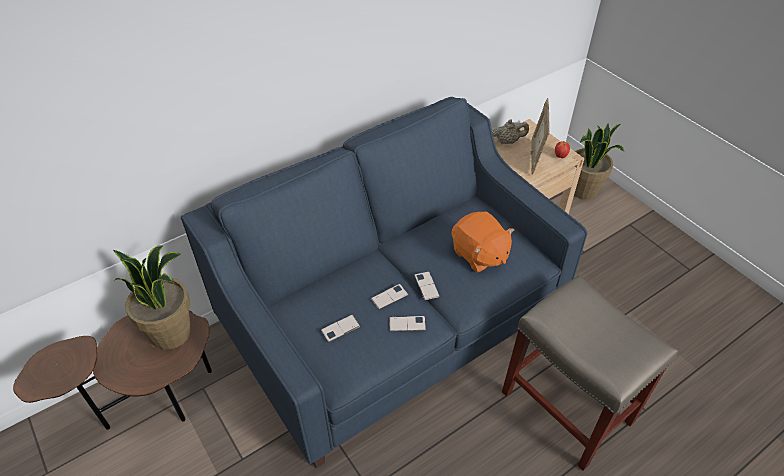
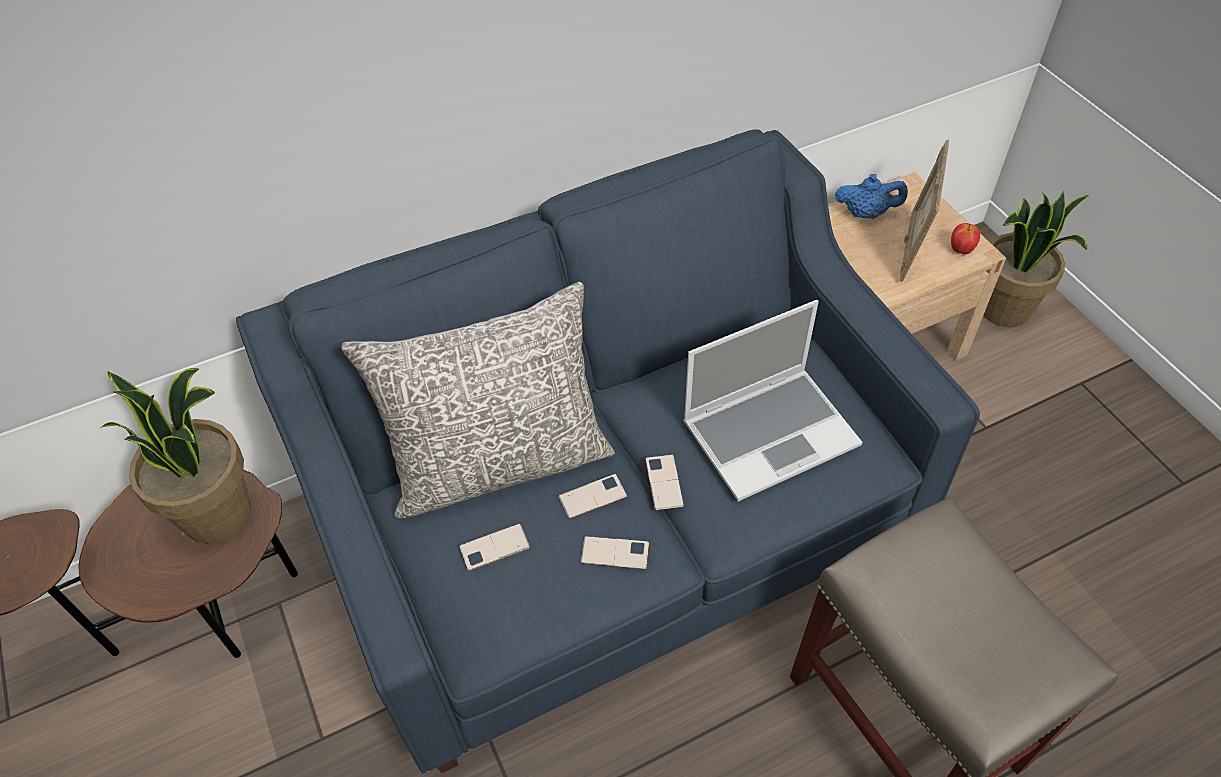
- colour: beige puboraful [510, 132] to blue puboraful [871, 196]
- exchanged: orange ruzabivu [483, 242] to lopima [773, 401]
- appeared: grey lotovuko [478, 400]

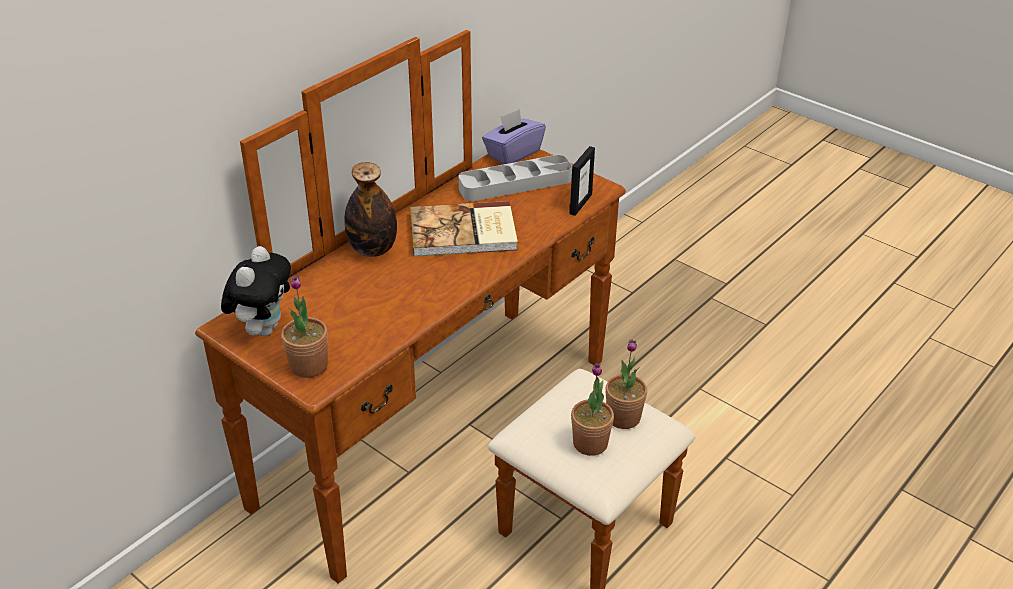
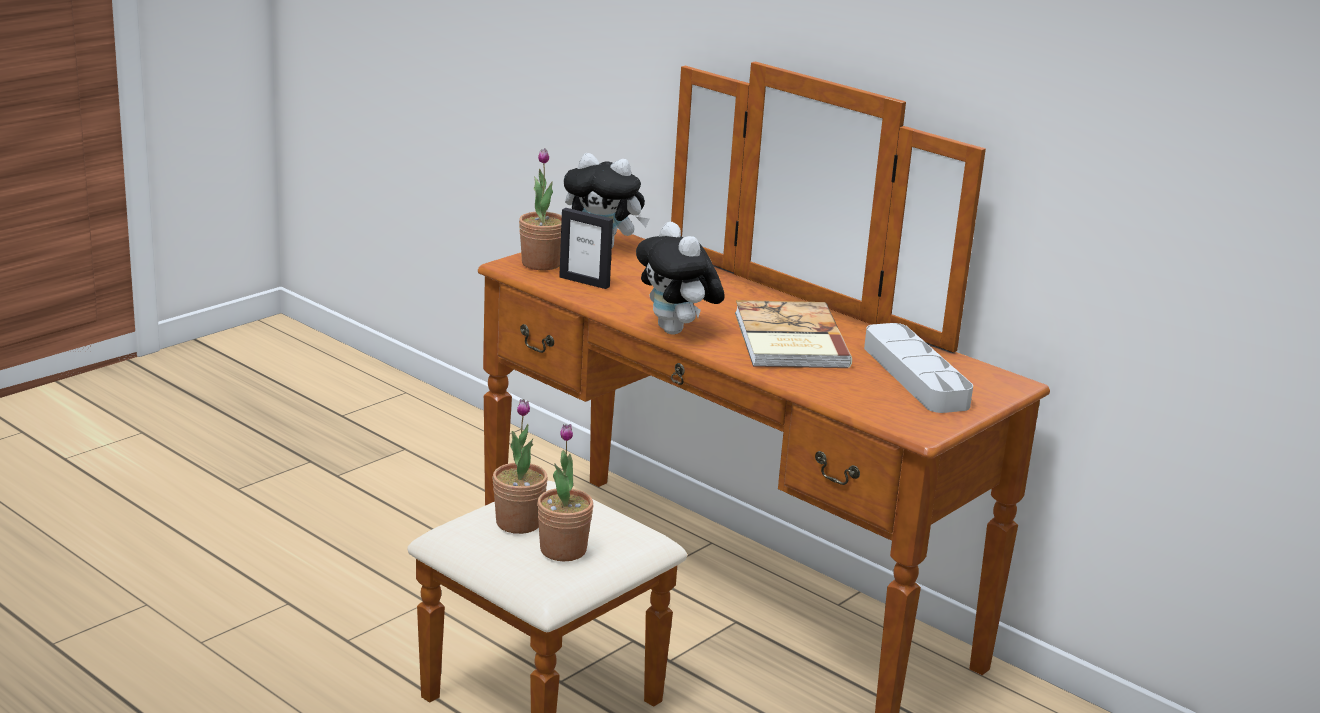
- missing: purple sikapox [514, 136]
- relocated: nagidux [582, 181] to [586, 248]
- missing: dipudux [370, 209]
- appeared: ruzabivu [680, 278]

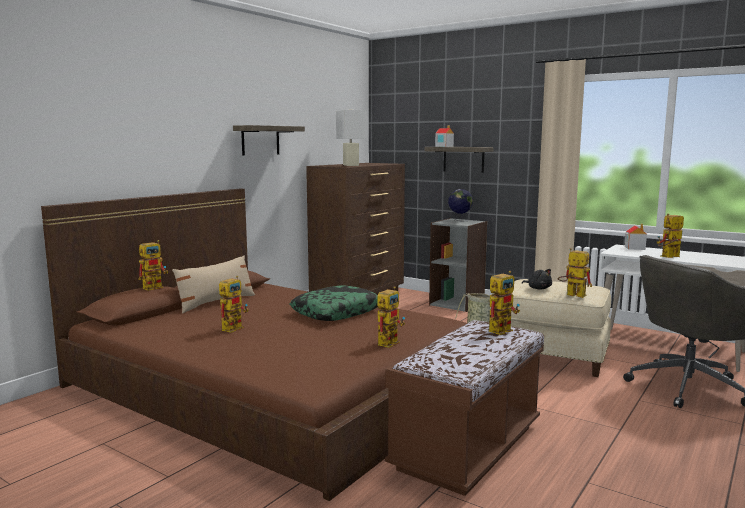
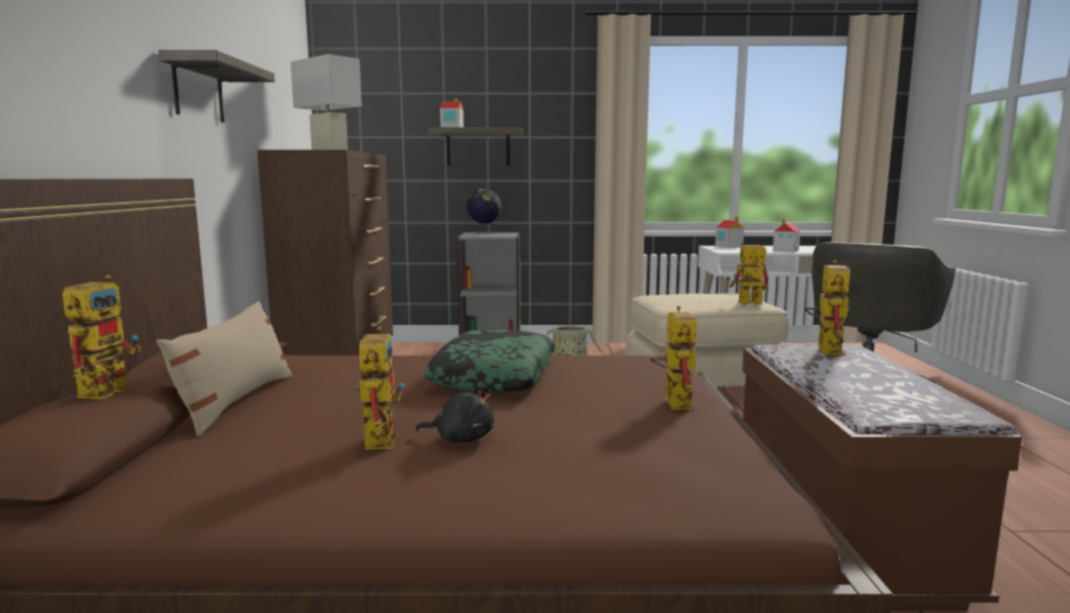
- exchanged: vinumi [670, 236] to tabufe [786, 235]
- relocated: black ruzabivu [537, 279] to [455, 414]

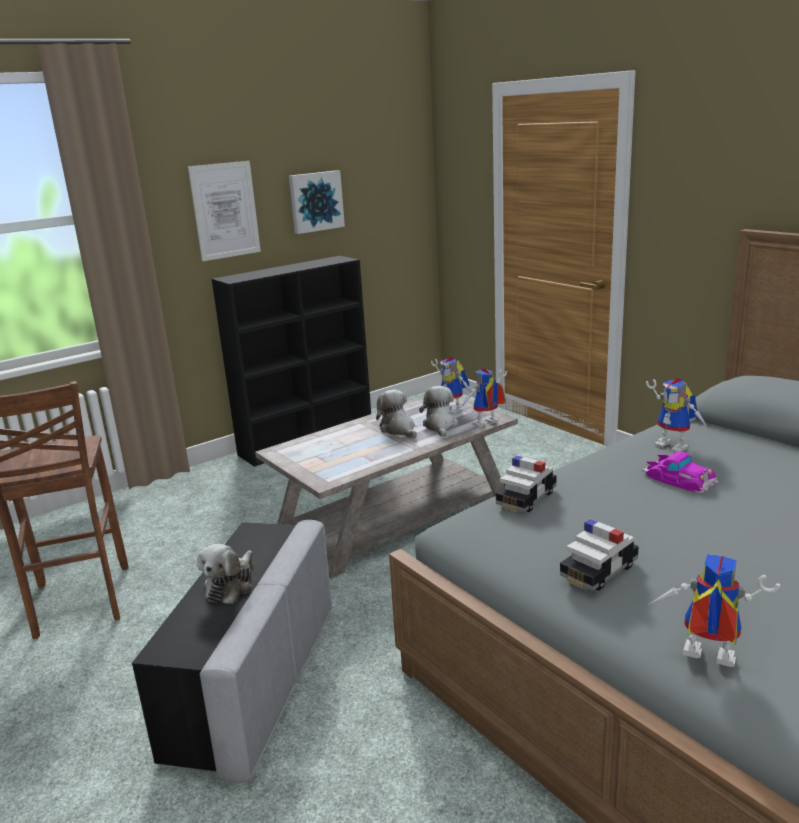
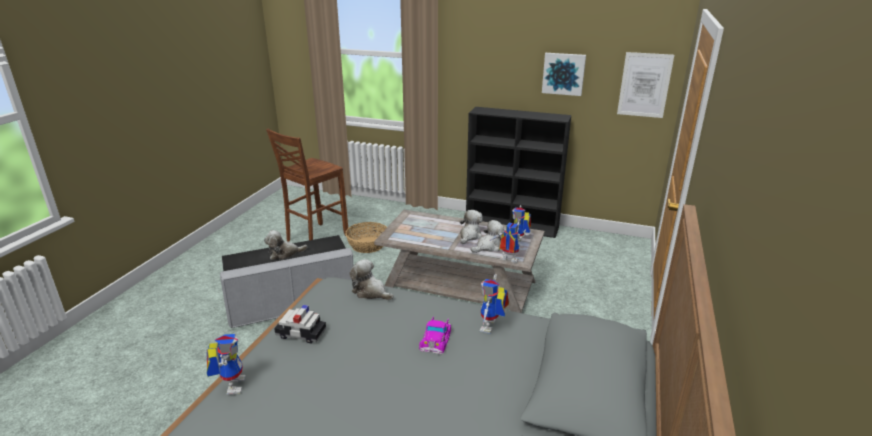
- relocated: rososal [224, 211] to [645, 85]
- exchanged: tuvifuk [526, 483] to ruzabivu [371, 279]
- appeared: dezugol [366, 237]

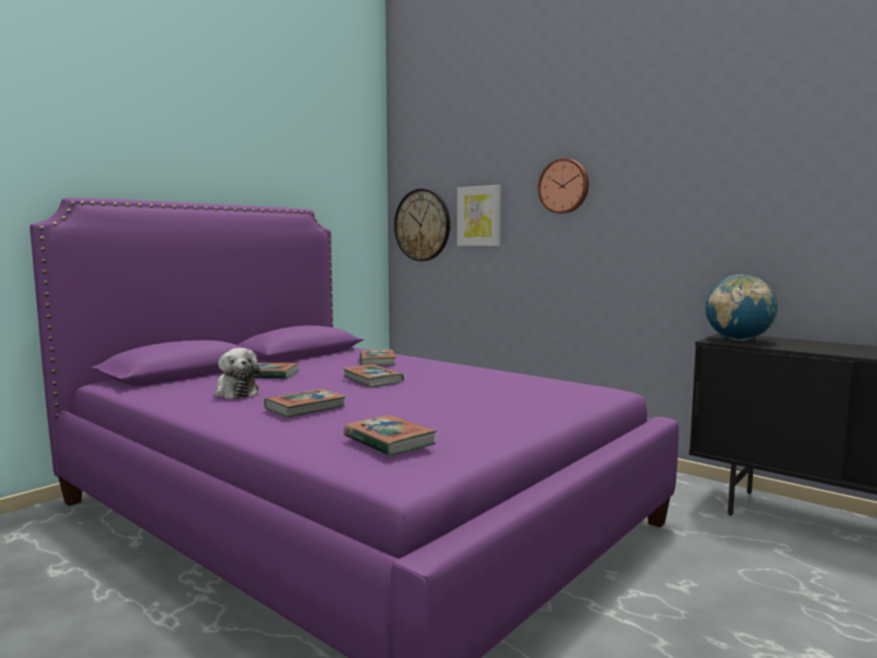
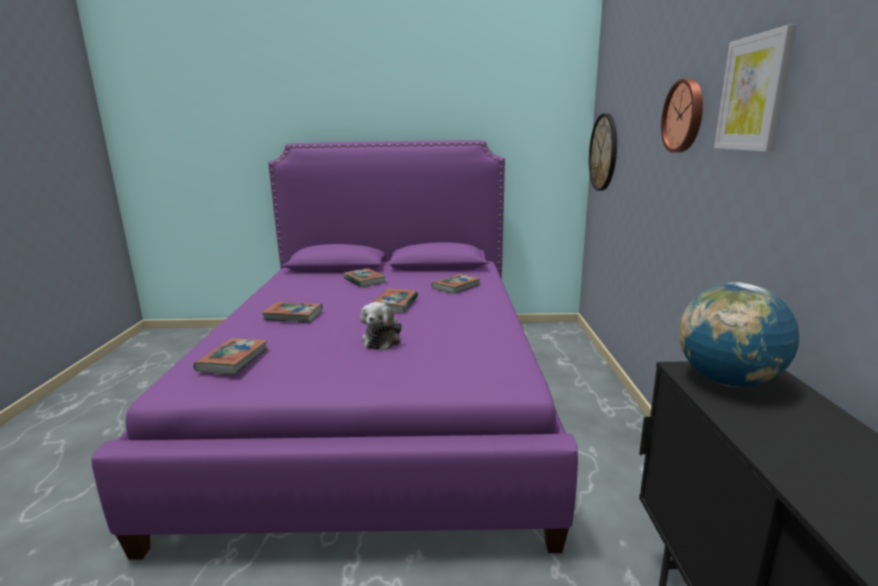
- relocated: rososal [479, 215] to [755, 88]
- relocated: ruzabivu [238, 373] to [381, 326]

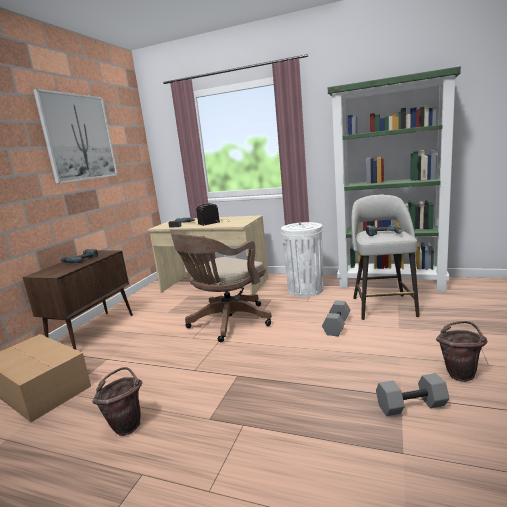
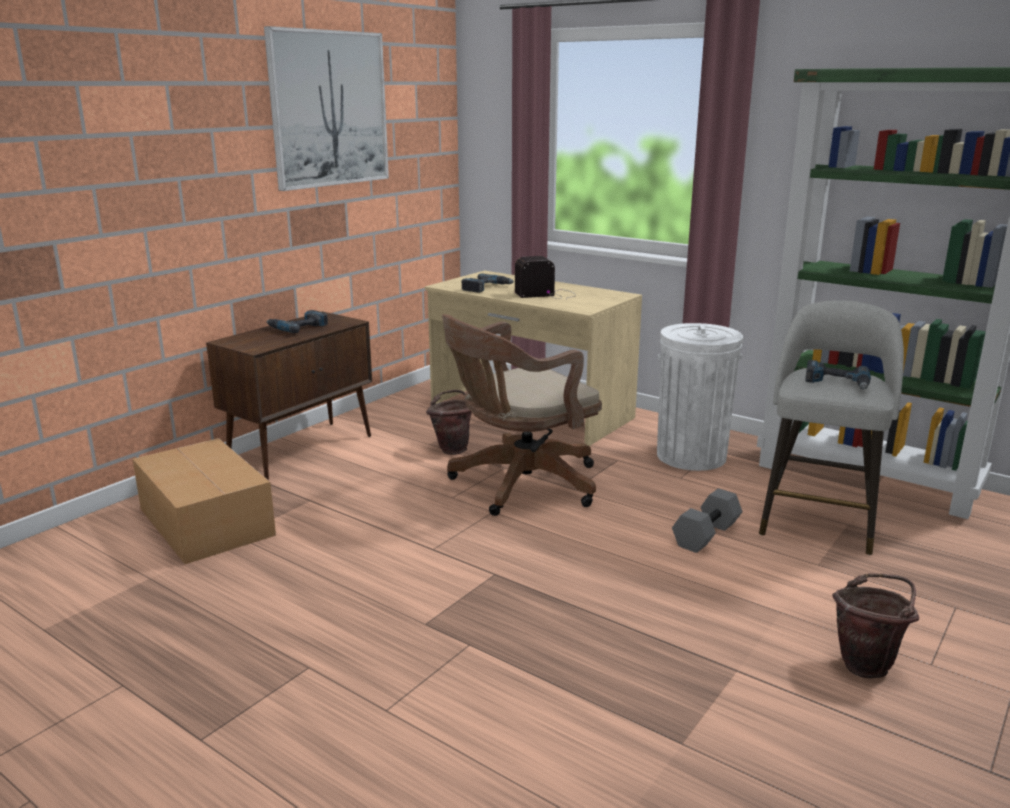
- relocated: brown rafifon [117, 401] to [449, 422]
- missing: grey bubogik [413, 394]

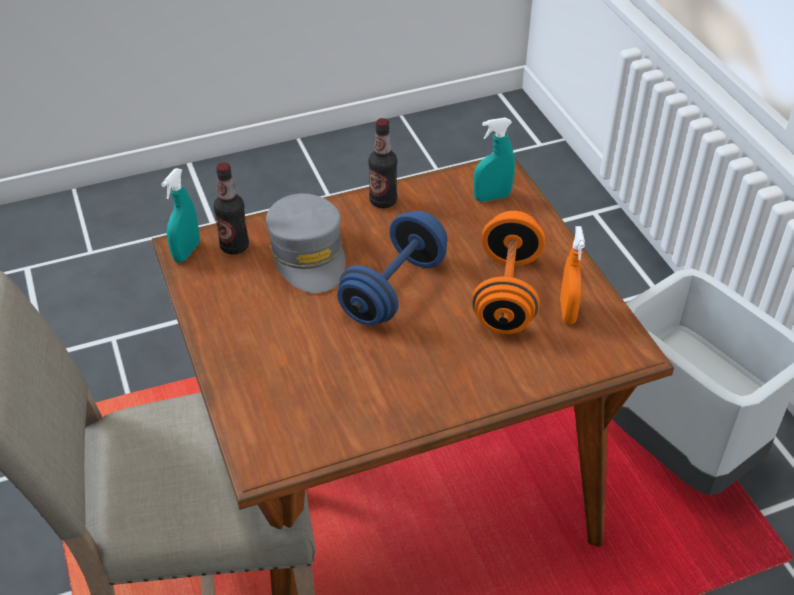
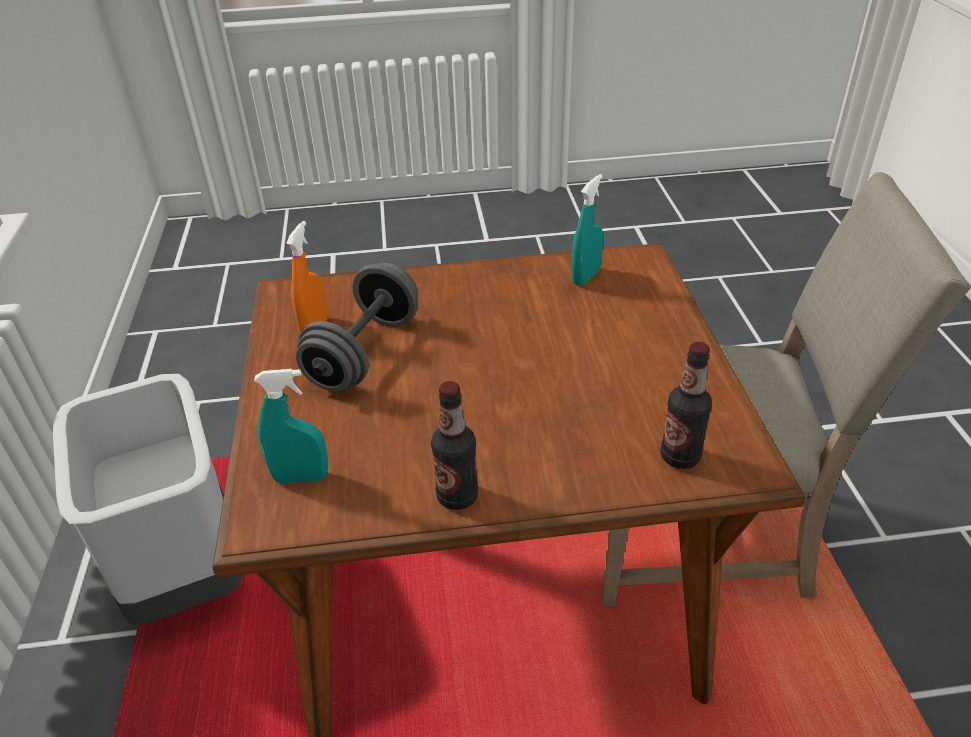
- relocated: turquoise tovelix [180, 215] to [587, 230]
- missing: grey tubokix [306, 243]
- missing: blue bubogik [392, 268]
- colour: orange bubogik [508, 272] to grey bubogik [357, 327]

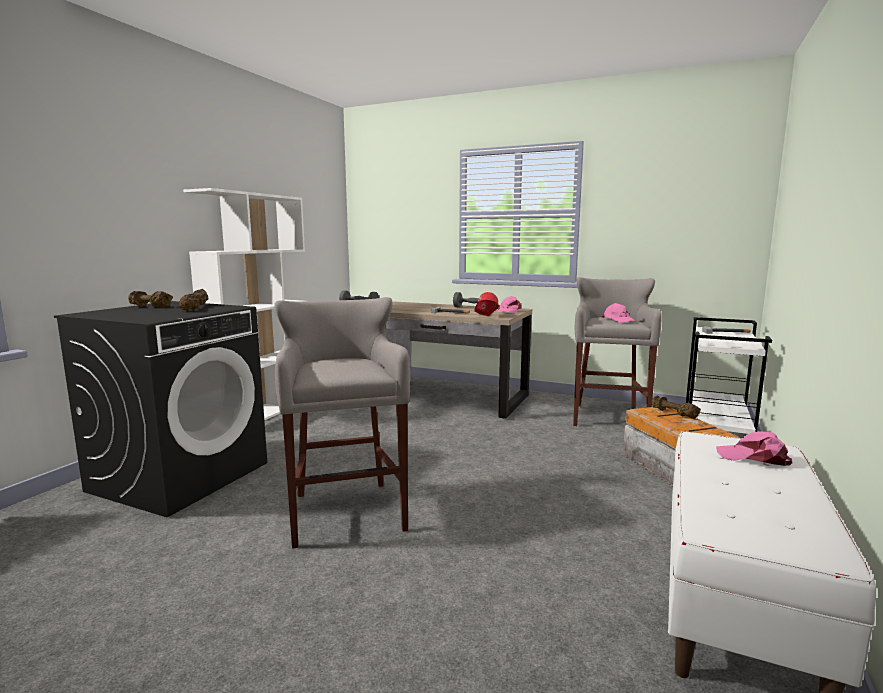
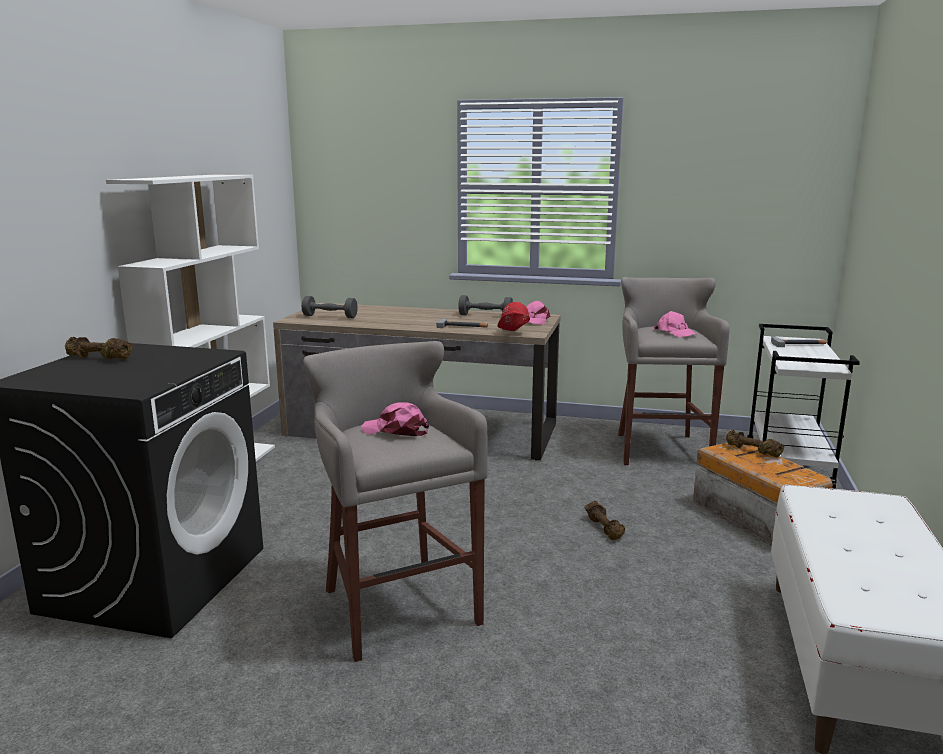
- relocated: brown bubogik [193, 299] to [604, 520]
- relocated: pink tubokix [754, 448] to [395, 419]

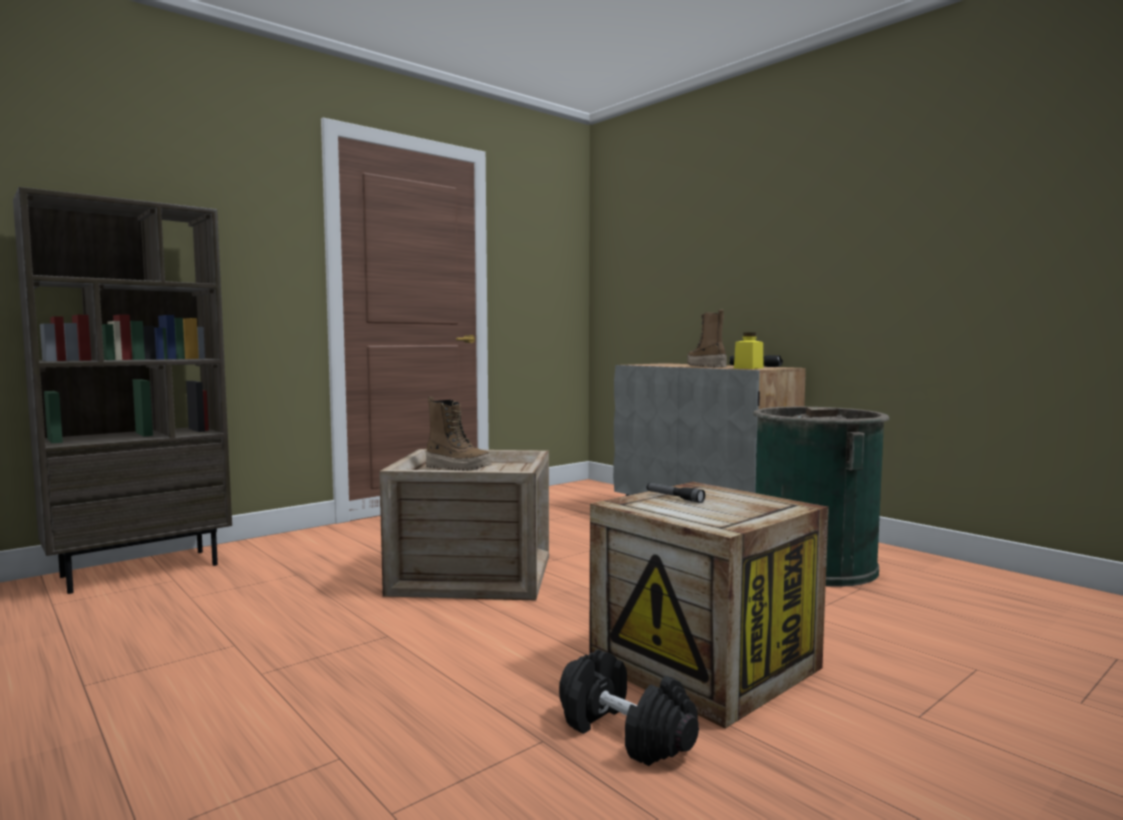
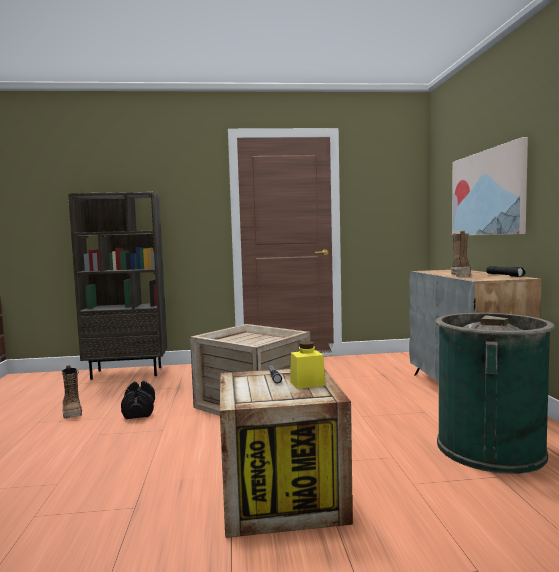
- relocated: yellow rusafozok [749, 350] to [308, 365]
- relocated: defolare [458, 434] to [72, 392]
- relocated: black bubogik [629, 707] to [138, 400]
- appeared: rososal [490, 186]

